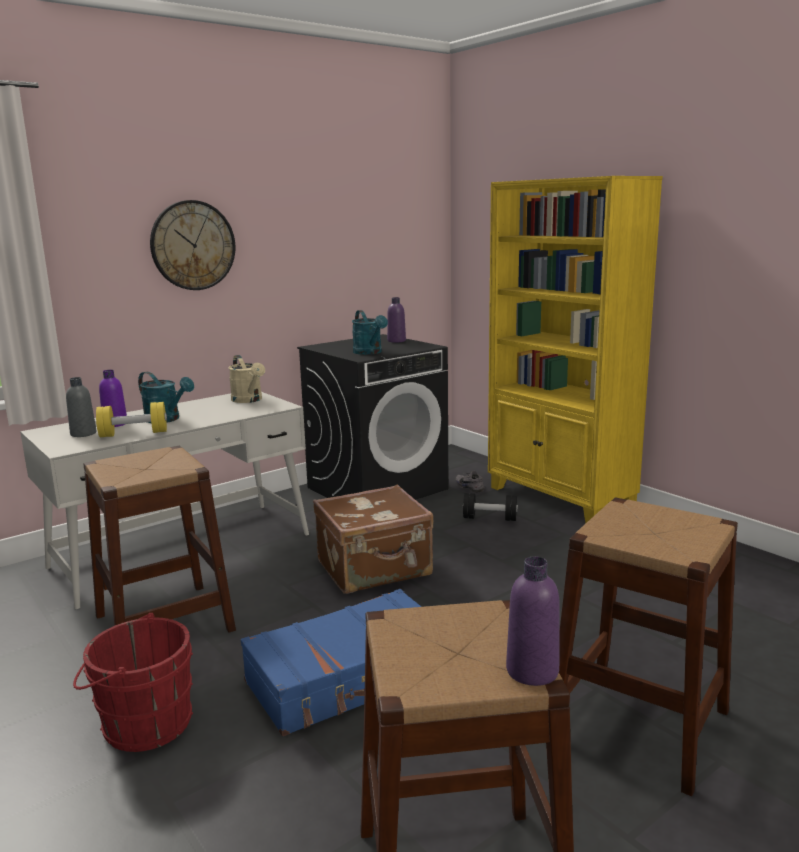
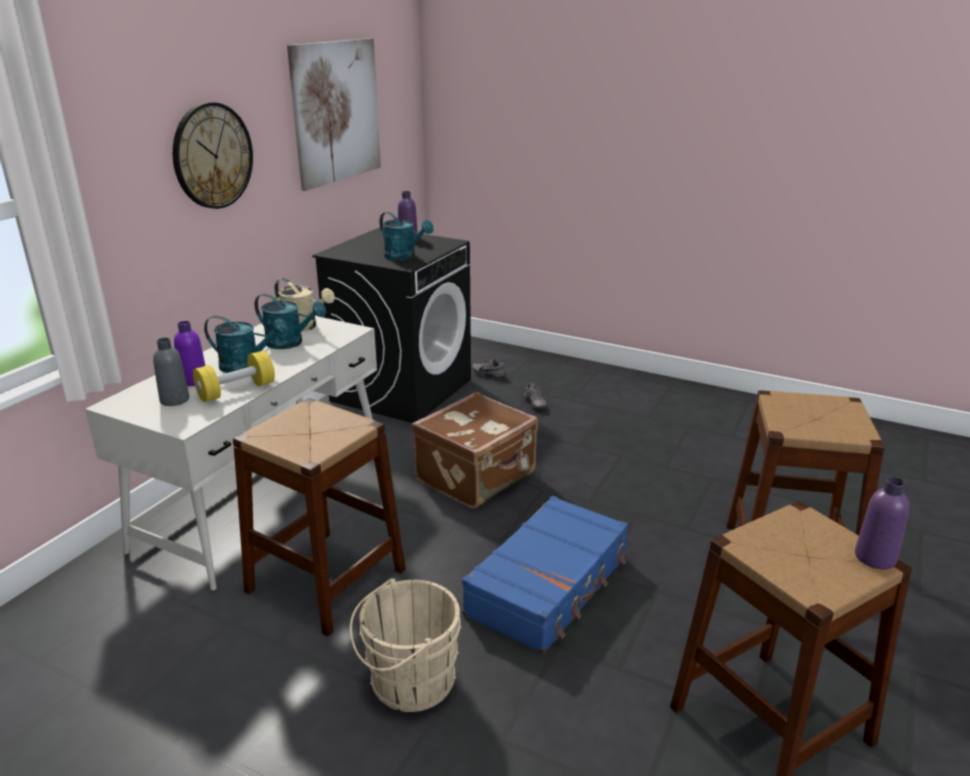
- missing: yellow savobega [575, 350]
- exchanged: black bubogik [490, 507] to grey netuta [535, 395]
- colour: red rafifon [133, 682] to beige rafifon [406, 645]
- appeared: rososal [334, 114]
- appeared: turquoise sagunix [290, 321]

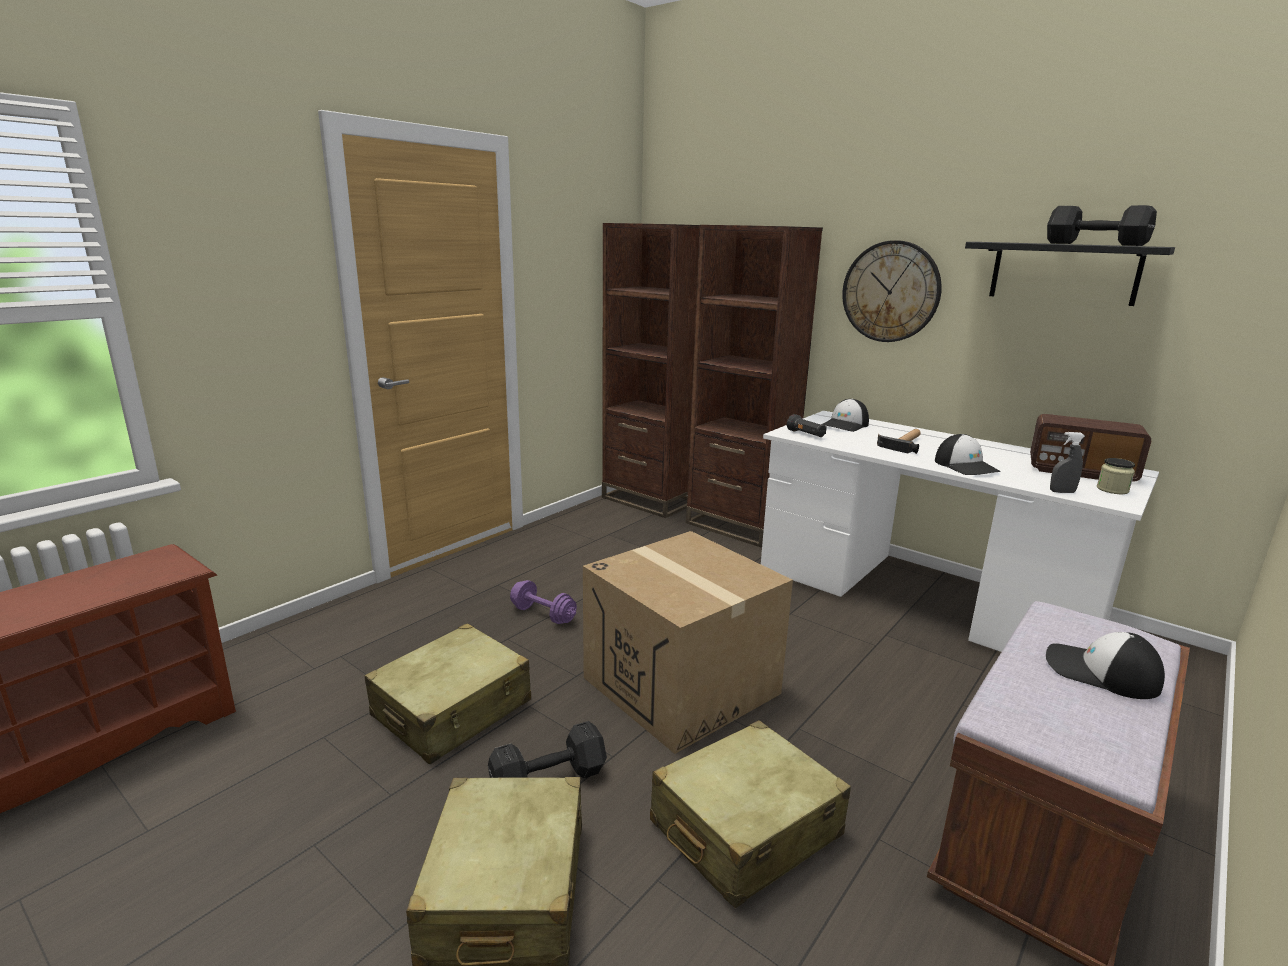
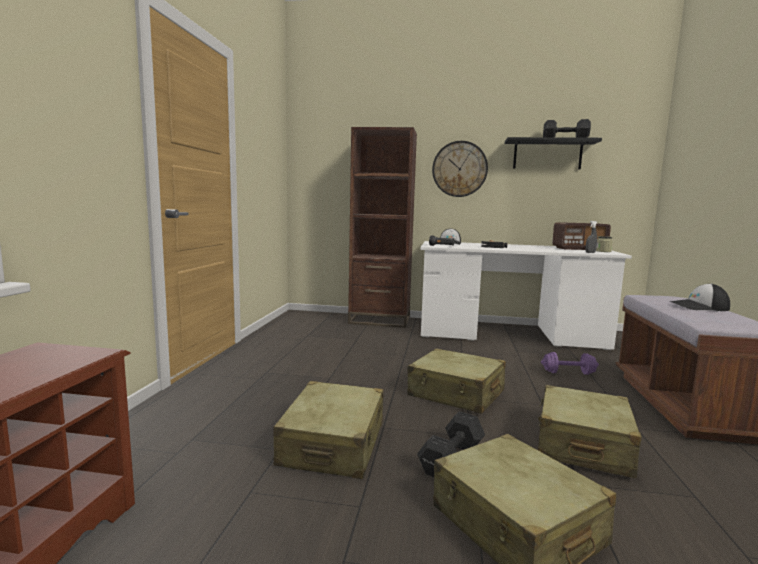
- missing: brown savobega [651, 370]
- missing: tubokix [968, 454]
- exchanged: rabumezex [688, 642] to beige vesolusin [456, 381]
- relocated: purple bubogik [543, 602] to [570, 363]

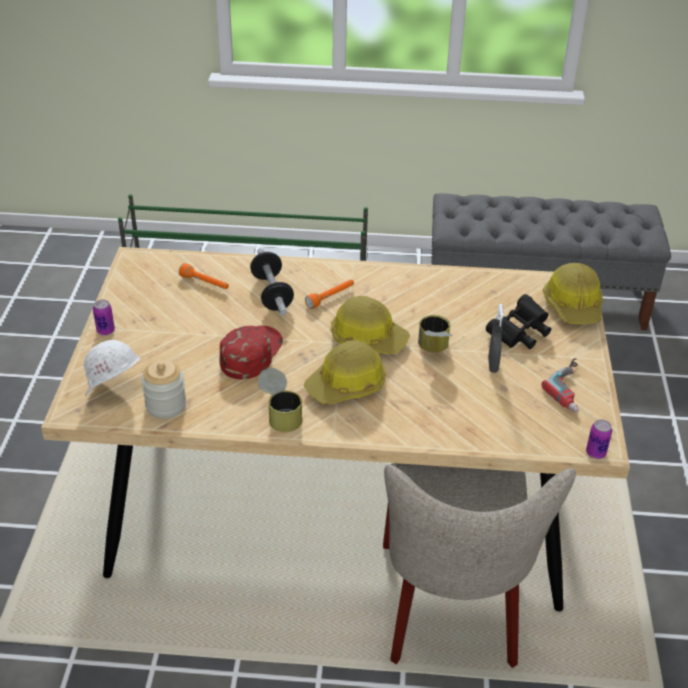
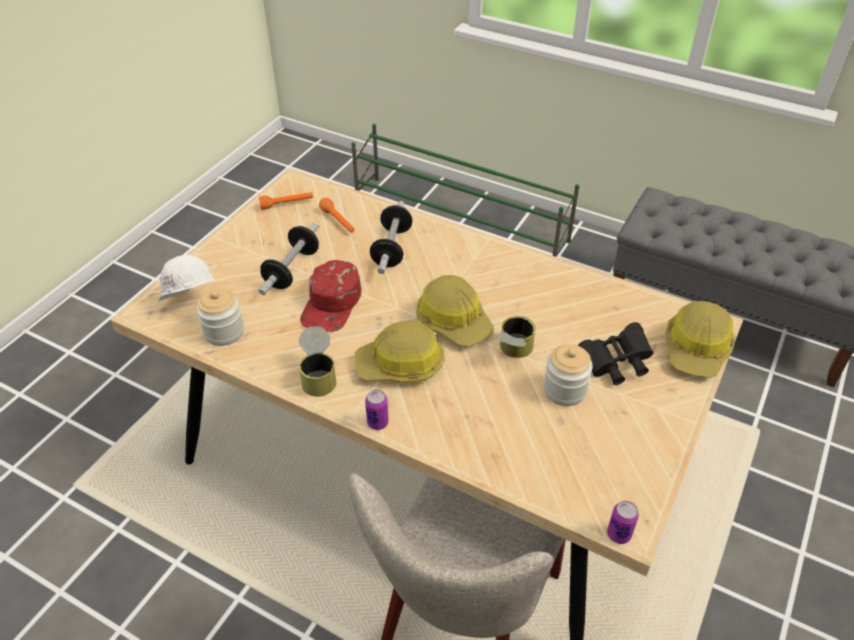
- relocated: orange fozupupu [329, 294] to [286, 201]
- relocated: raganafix [104, 317] to [377, 410]
- exchanged: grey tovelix [496, 338] to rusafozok [568, 375]
- spun: red tubokix [251, 352] = [331, 296] 150 degrees clockwise
- missing: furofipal [560, 385]
- appeared: bubogik [289, 258]

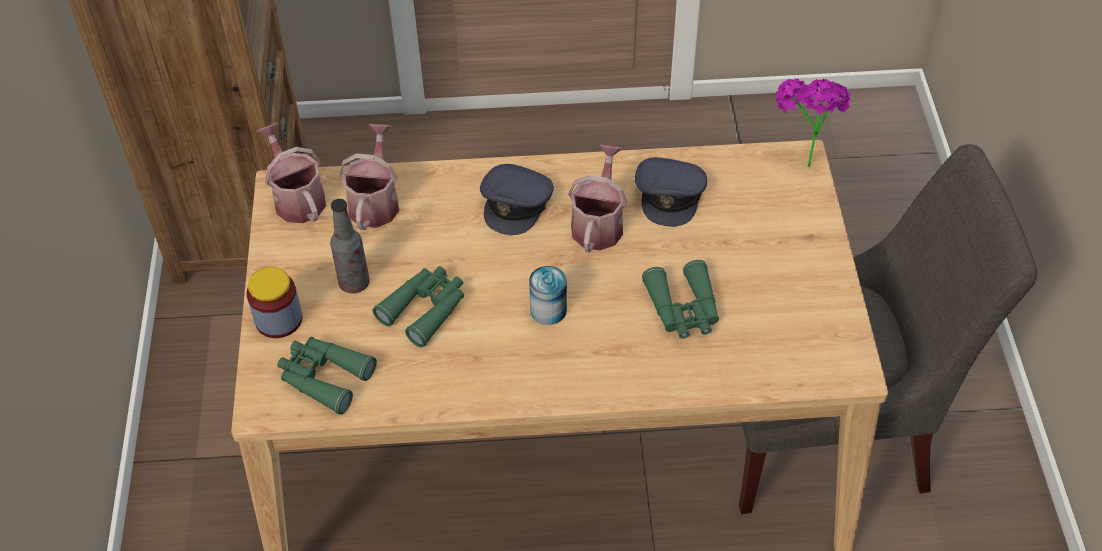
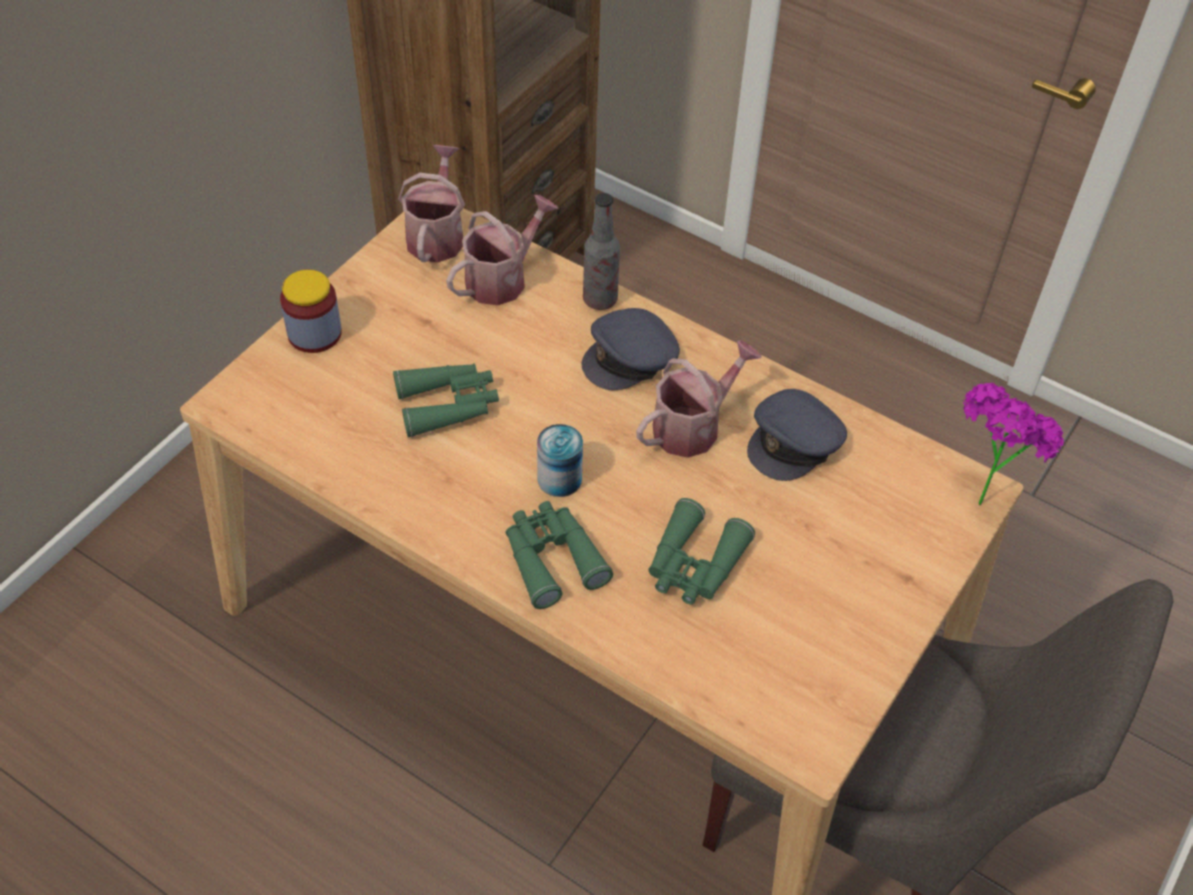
- relocated: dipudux [350, 246] to [601, 251]
- relocated: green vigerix [327, 376] to [559, 555]

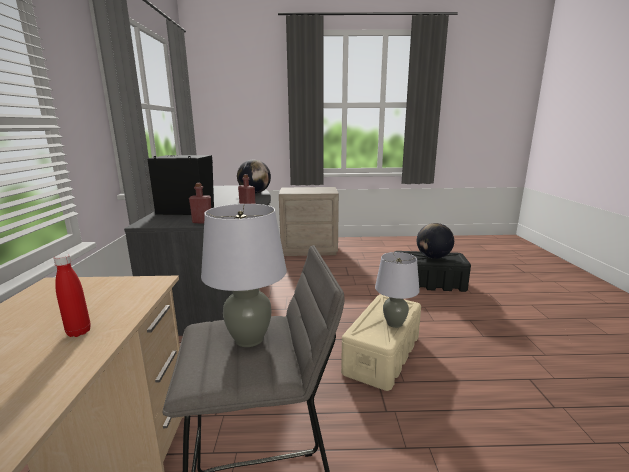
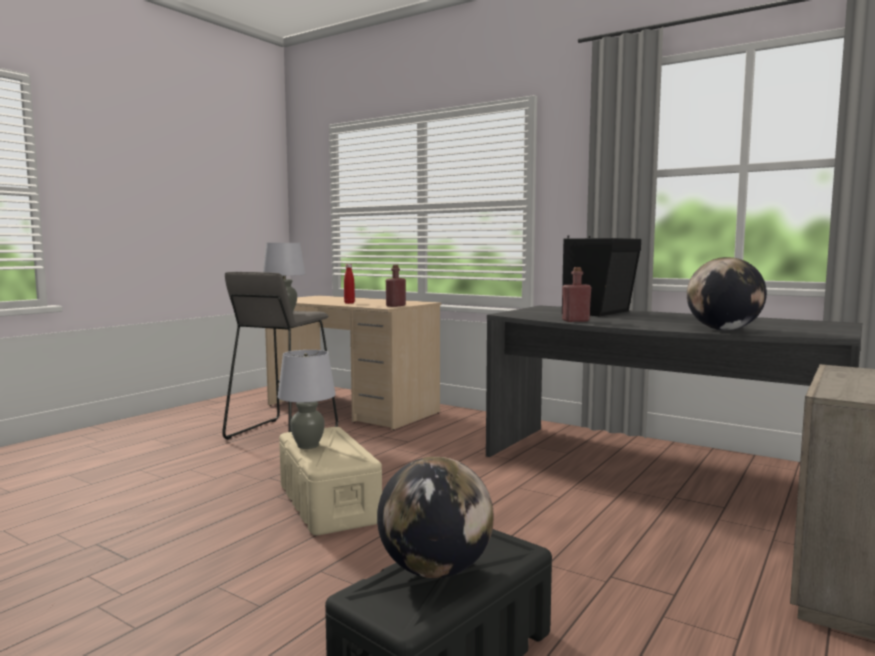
- relocated: red dipudux [200, 203] to [396, 286]

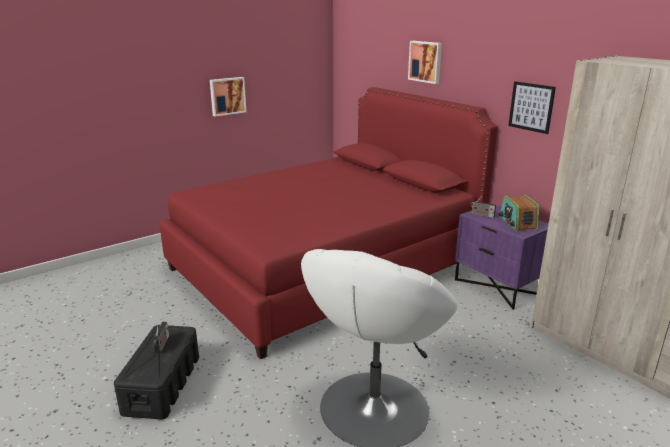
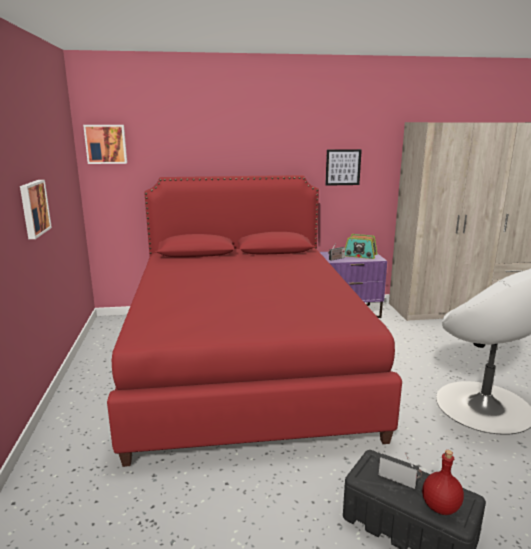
- relocated: rososal [425, 62] to [105, 144]
- appeared: red dipudux [443, 482]

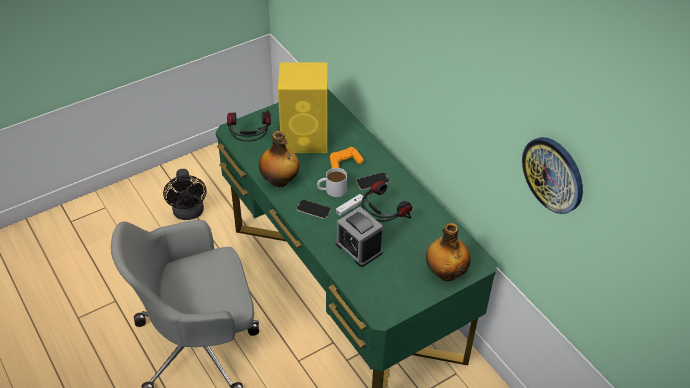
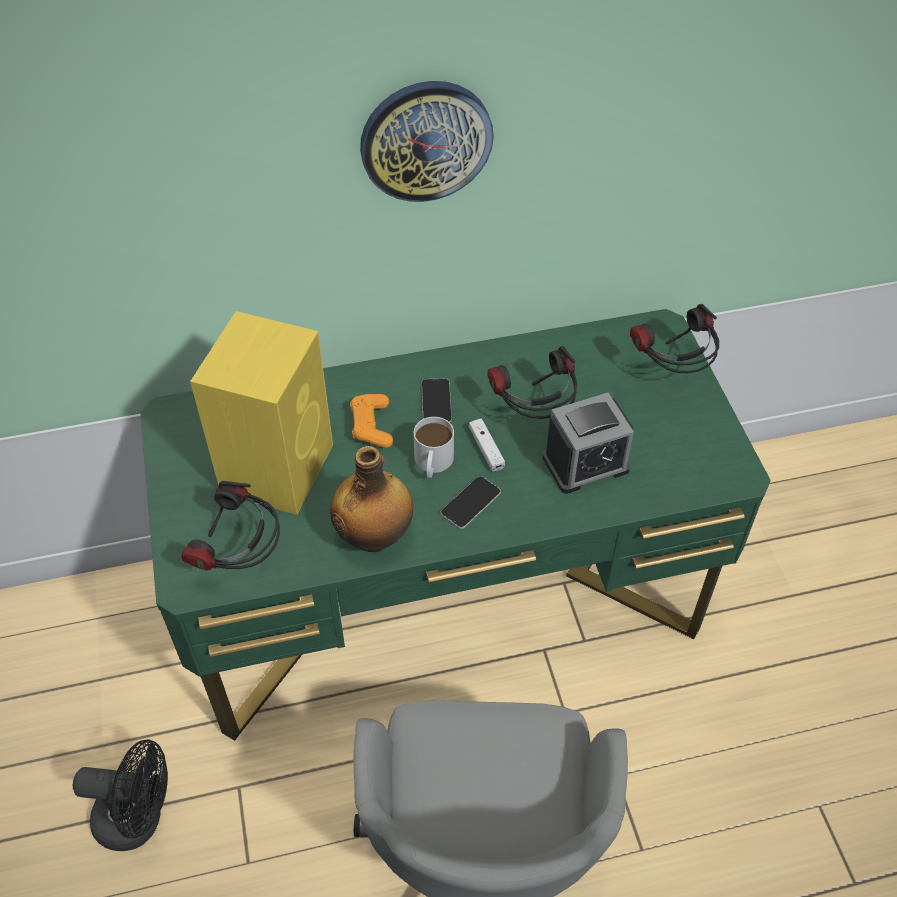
- relocated: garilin [552, 175] to [427, 141]
- exchanged: dipudux [448, 252] to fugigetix [674, 338]

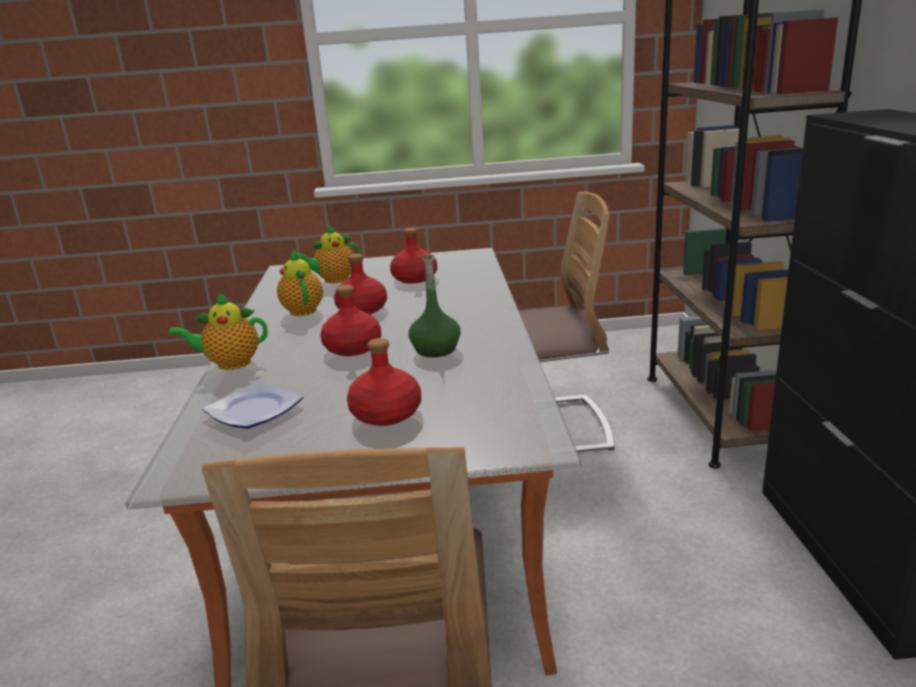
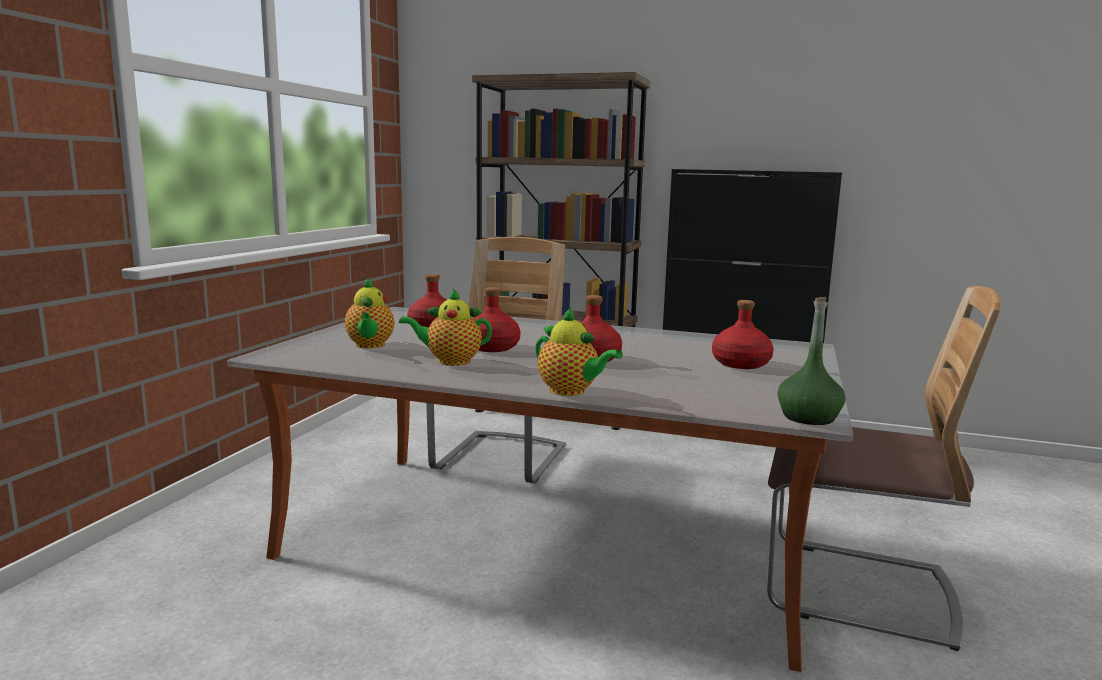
- relocated: green dipudux [435, 305] to [811, 361]
- spun: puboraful [218, 331] = [579, 352] 60 degrees counterclockwise
- missing: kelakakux [252, 405]

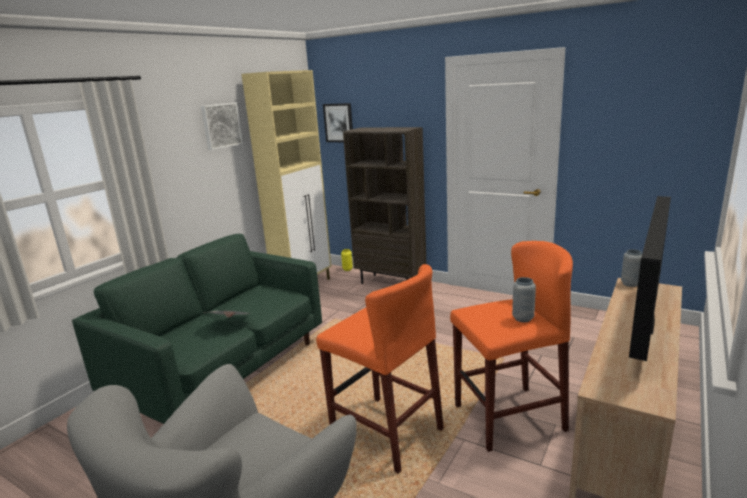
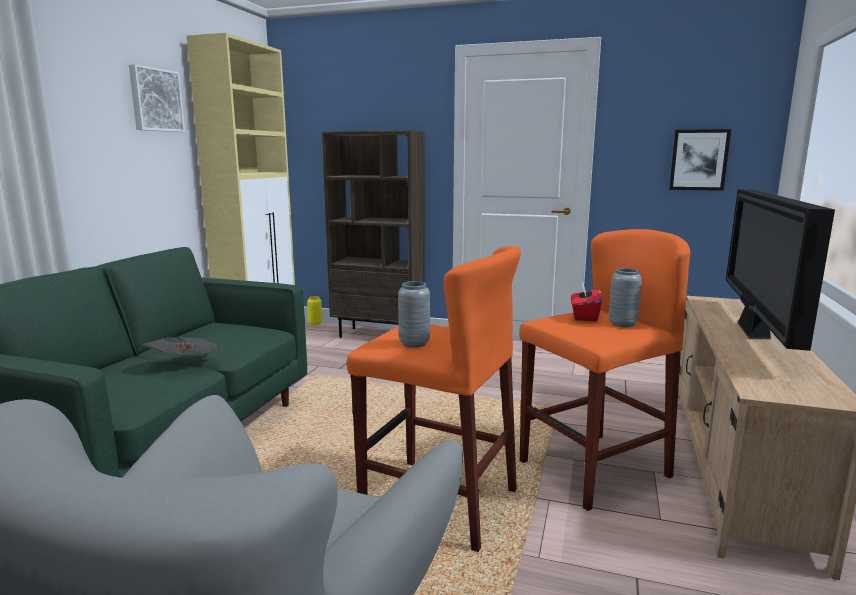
- relocated: rososal [338, 122] to [700, 160]
- relocated: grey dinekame [631, 268] to [414, 314]
- appeared: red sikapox [586, 302]

